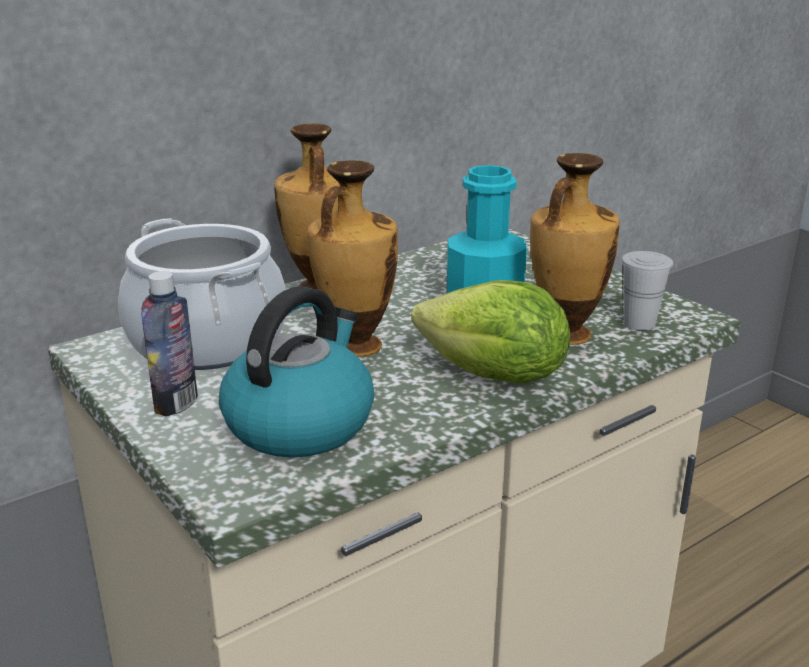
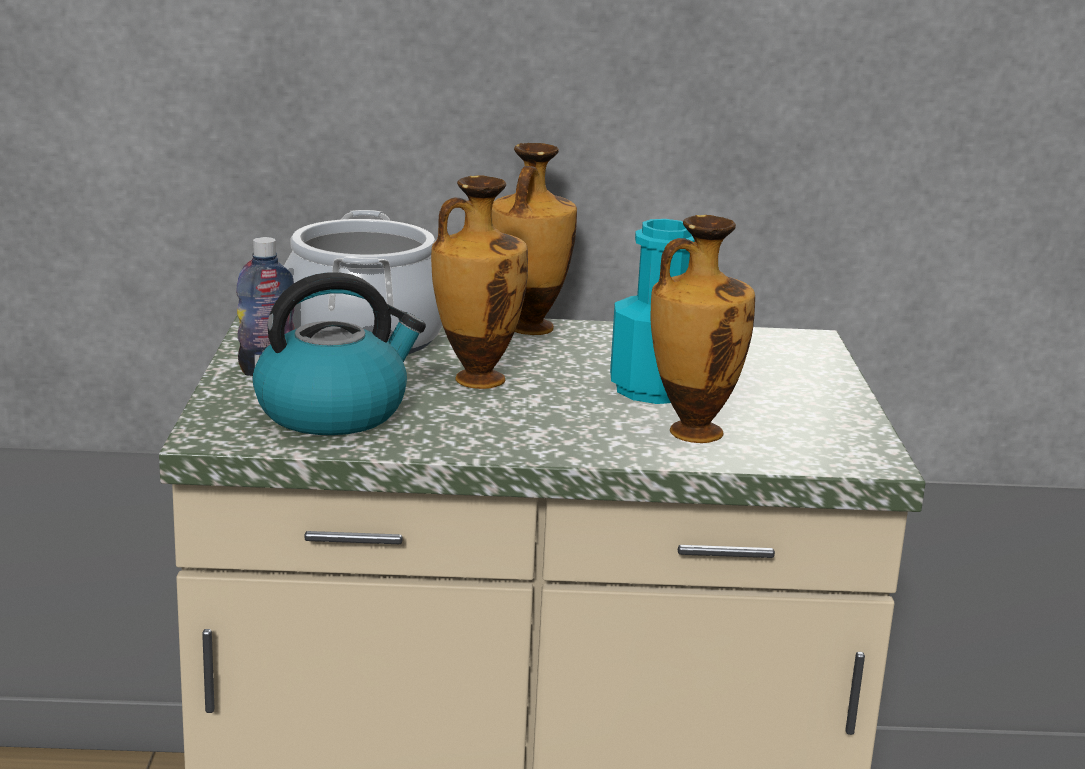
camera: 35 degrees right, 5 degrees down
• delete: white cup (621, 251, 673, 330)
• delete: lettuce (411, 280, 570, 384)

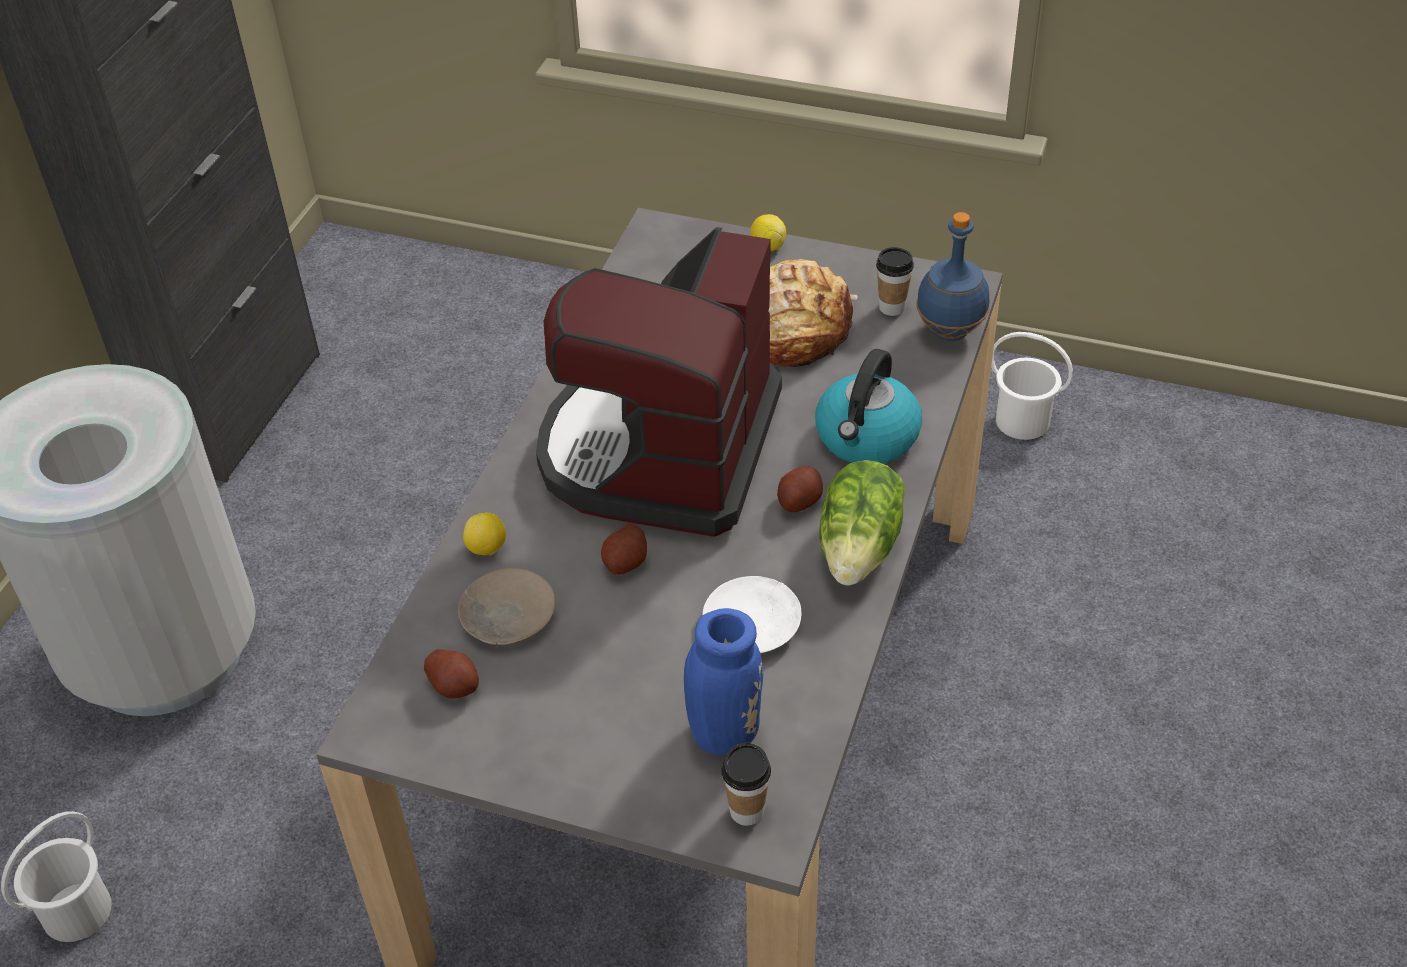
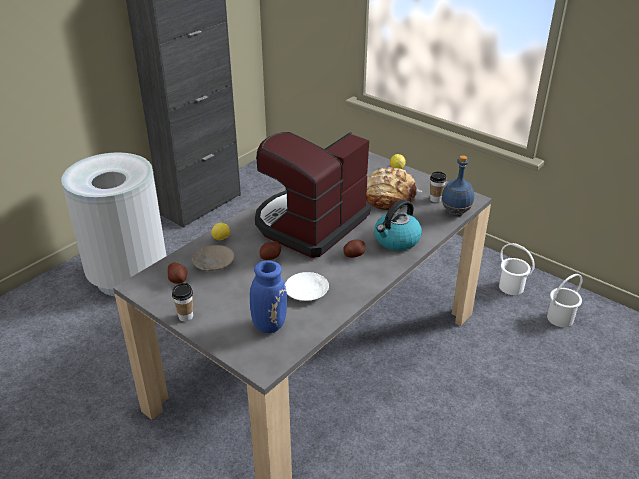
camera: 20 degrees right, 10 degrees down
• delete: lettuce (819, 460, 905, 585)
• move: cup (722, 742, 771, 826) to (172, 283, 193, 322)
• move: white bucket (1, 811, 112, 942) to (547, 274, 583, 327)

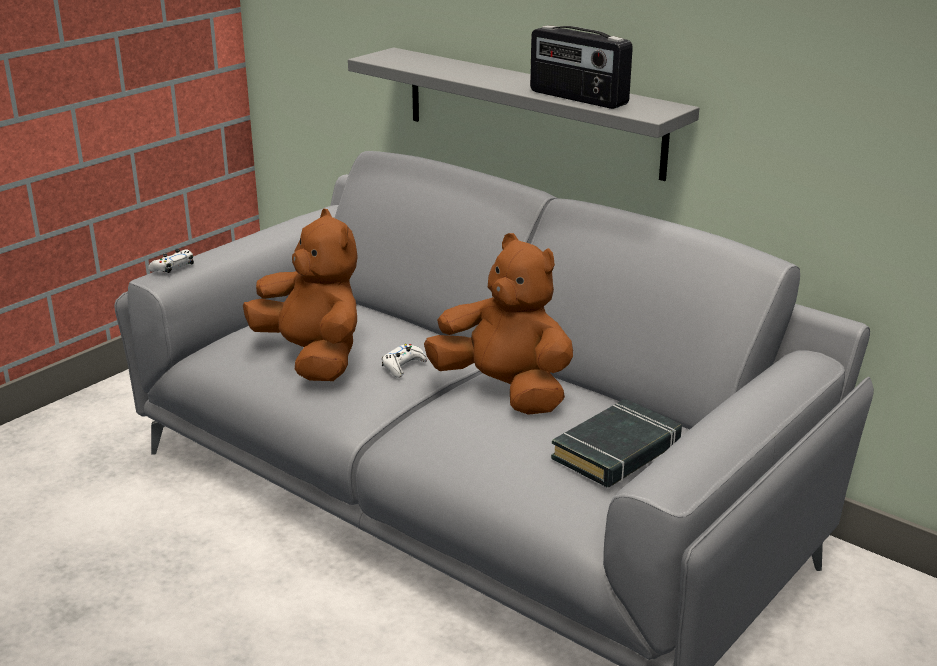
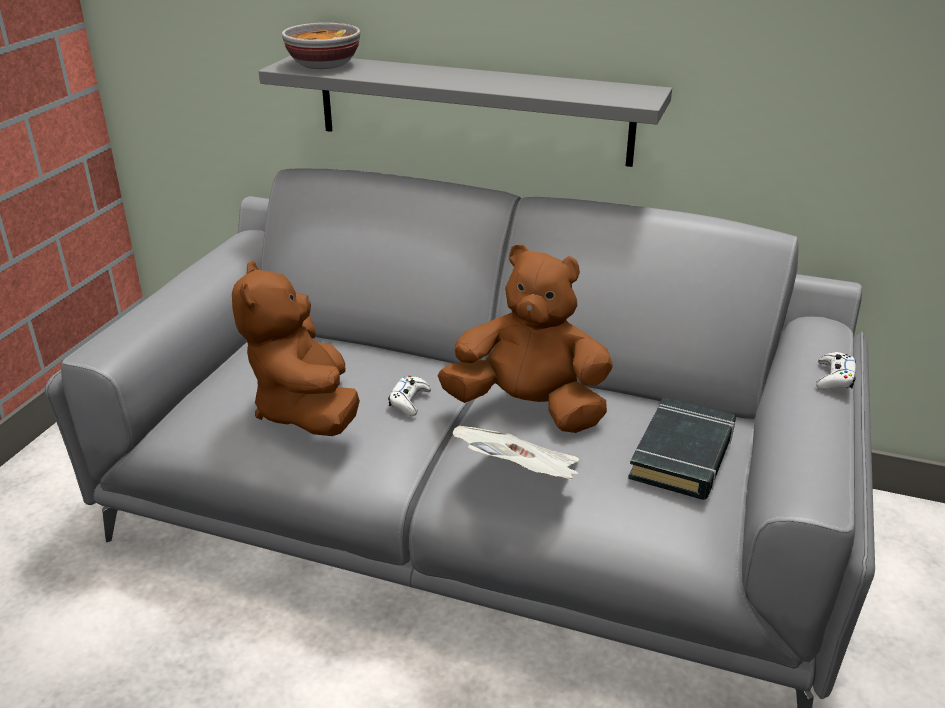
camera: 20 degrees left, 5 degrees up
• delete: radio (530, 25, 633, 109)
• rotate: brown plush toy (243, 209, 358, 381) = (232, 260, 360, 436) 135 degrees counterclockwise
• move: white game controller (148, 249, 194, 273) to (816, 352, 856, 390)
• insert: bowl (282, 23, 360, 69)
• insert: newspaper (453, 426, 579, 479)

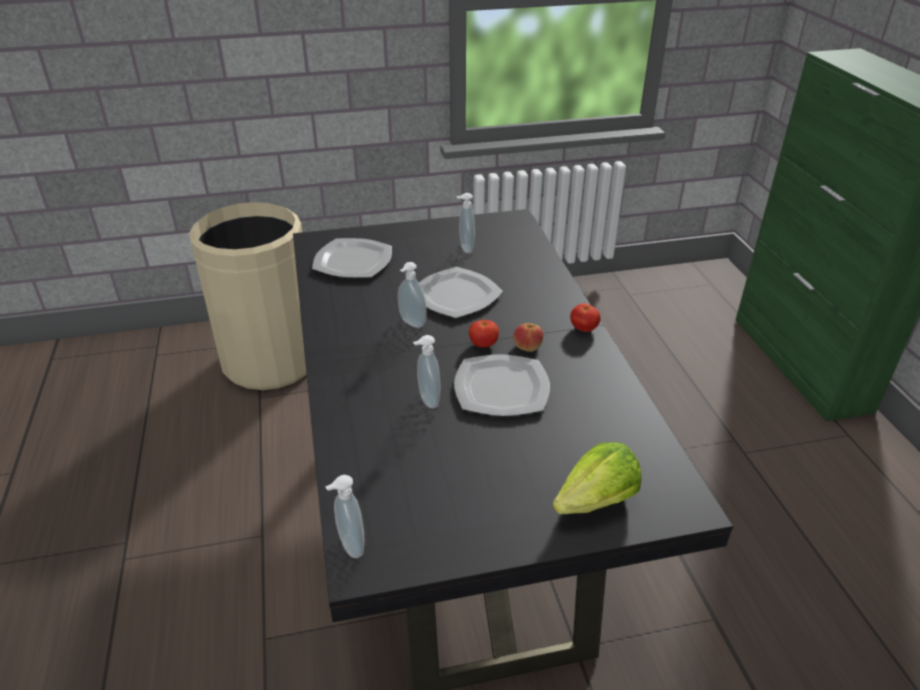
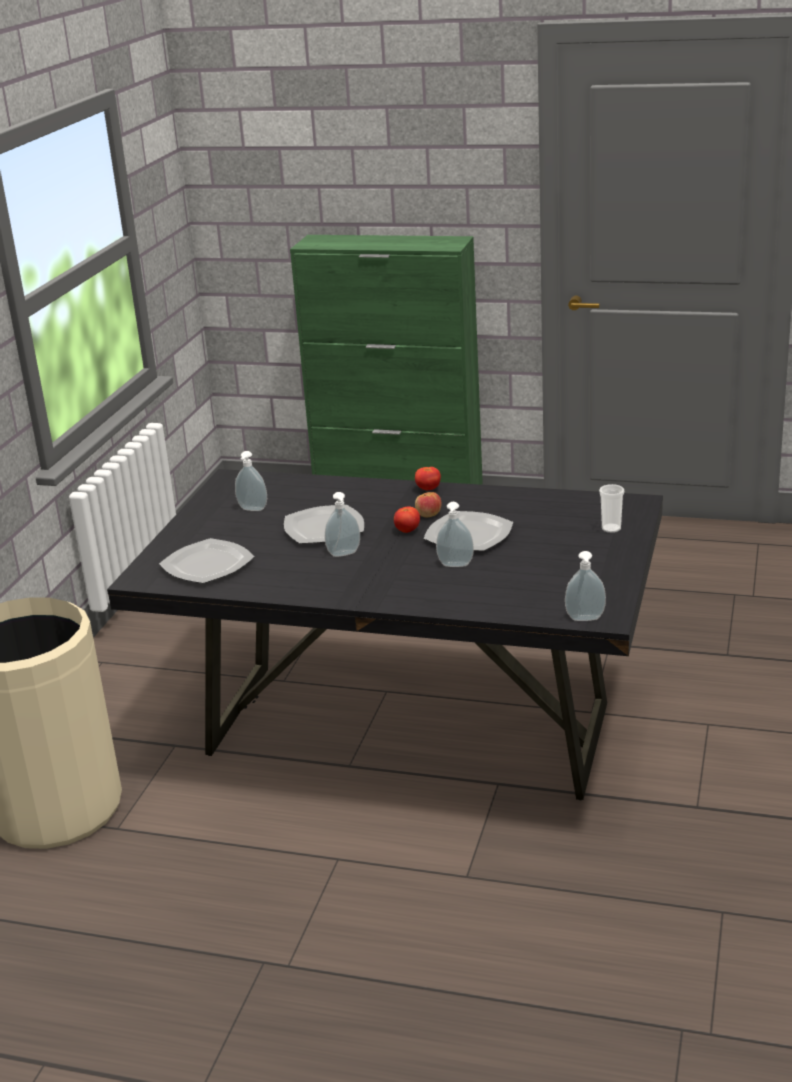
camera: 60 degrees left, 10 degrees down
• replace: lettuce (553, 442, 642, 514) to cup (599, 484, 624, 533)

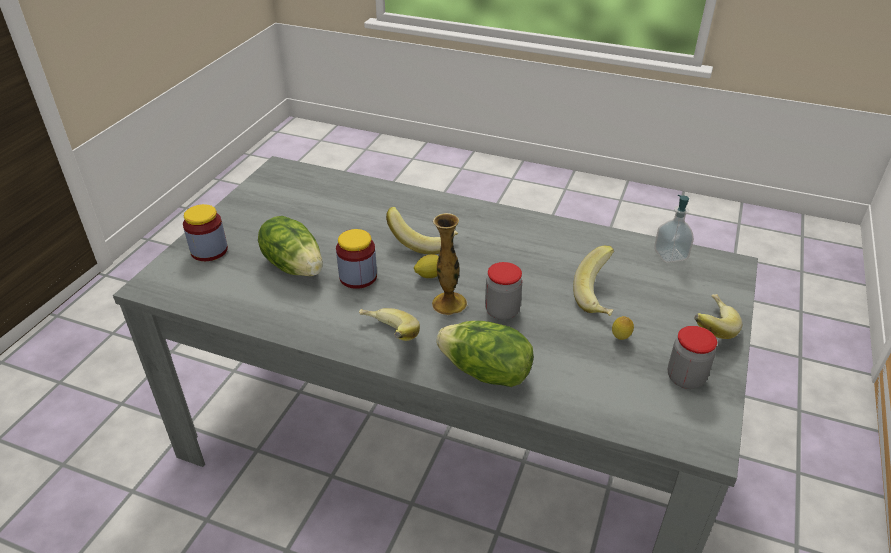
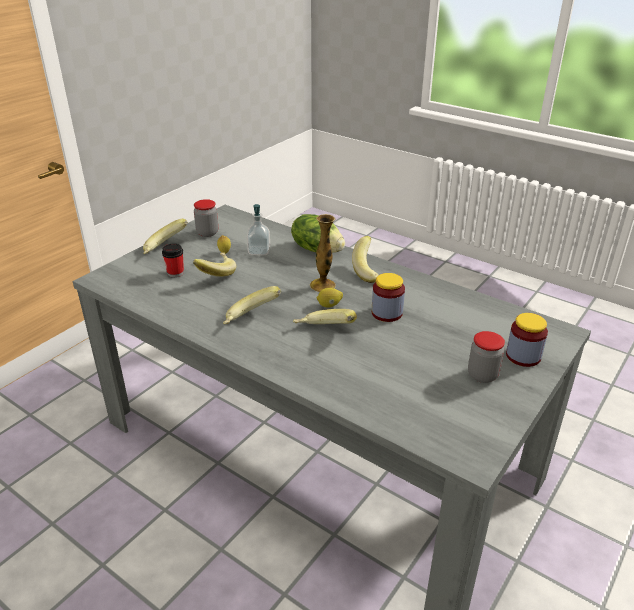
camera: 165 degrees left, 5 degrees down
• move: soap dispenser (654, 195, 694, 263) to (247, 204, 270, 255)
• delete: lettuce (258, 216, 322, 276)
• move: jar (485, 262, 522, 320) to (468, 331, 505, 383)
• insert: cup (162, 243, 184, 278)
• insert: banana (223, 286, 281, 324)

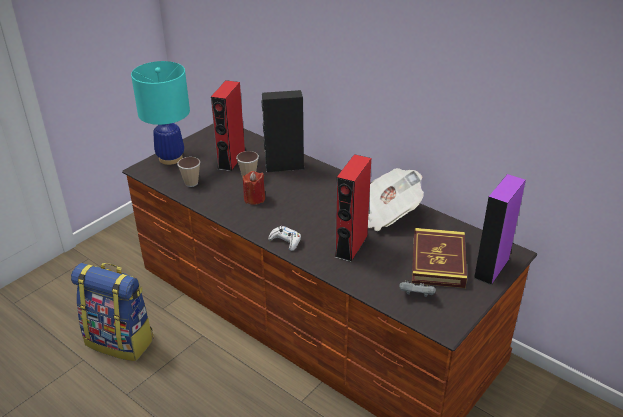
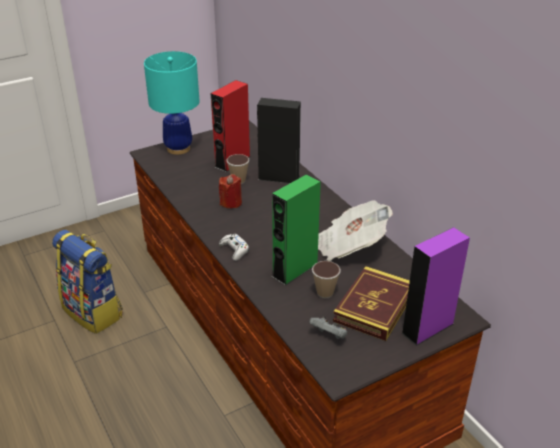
camera: 20 degrees right, 0 degrees up
• recolor: red speaker (334, 154, 371, 262) to green speaker (272, 174, 321, 286)
• move: cup (177, 157, 200, 187) to (312, 261, 341, 299)

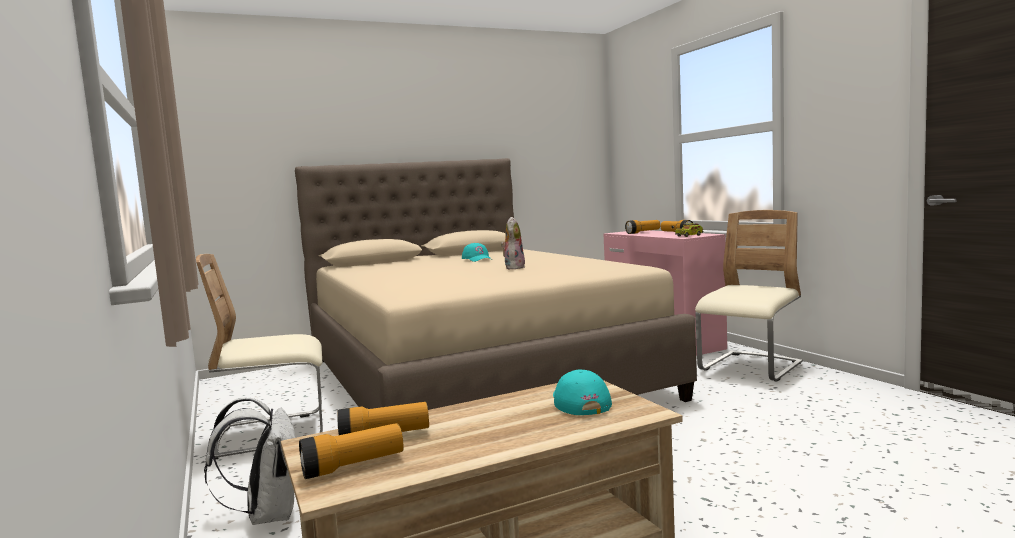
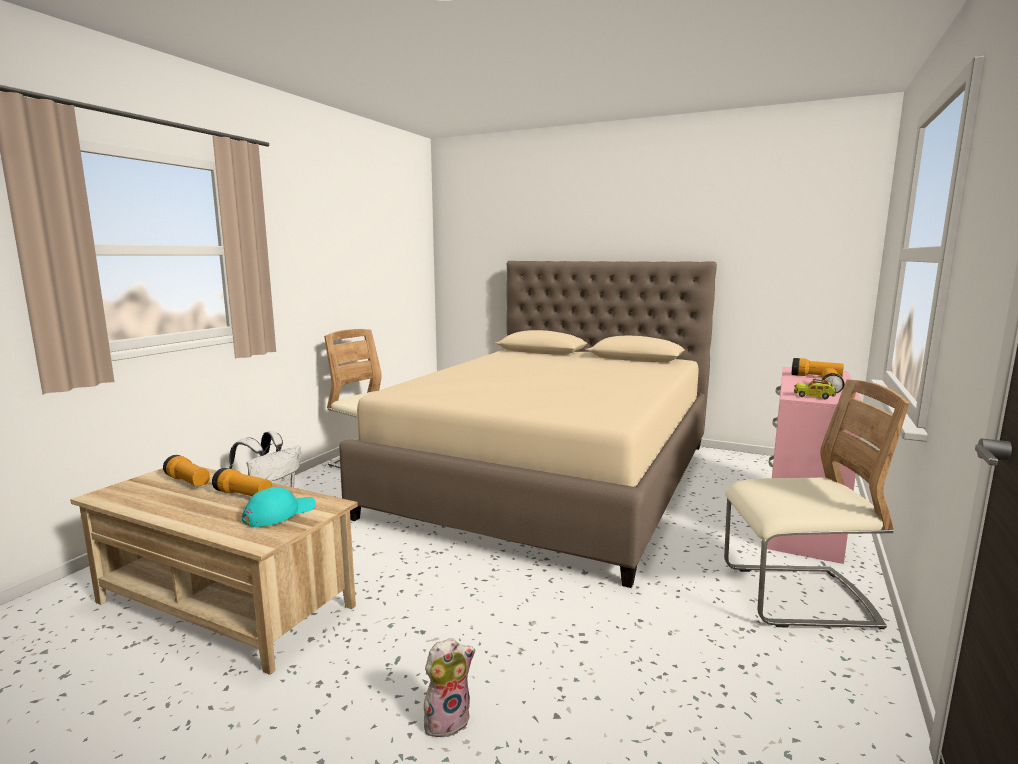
camera: 50 degrees right, 5 degrees up
• move: plush toy (501, 217, 525, 269) to (424, 638, 475, 737)
• delete: turquoise cap (462, 243, 491, 262)
• move: flashlight (299, 423, 404, 479) to (212, 468, 272, 496)

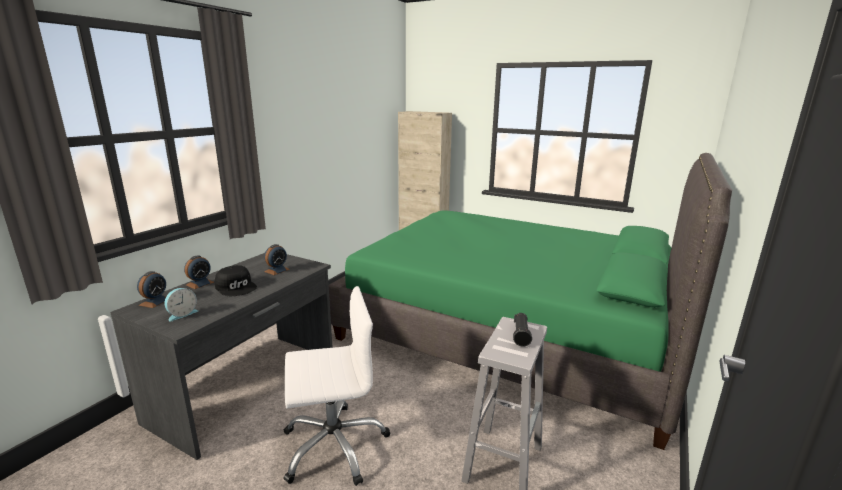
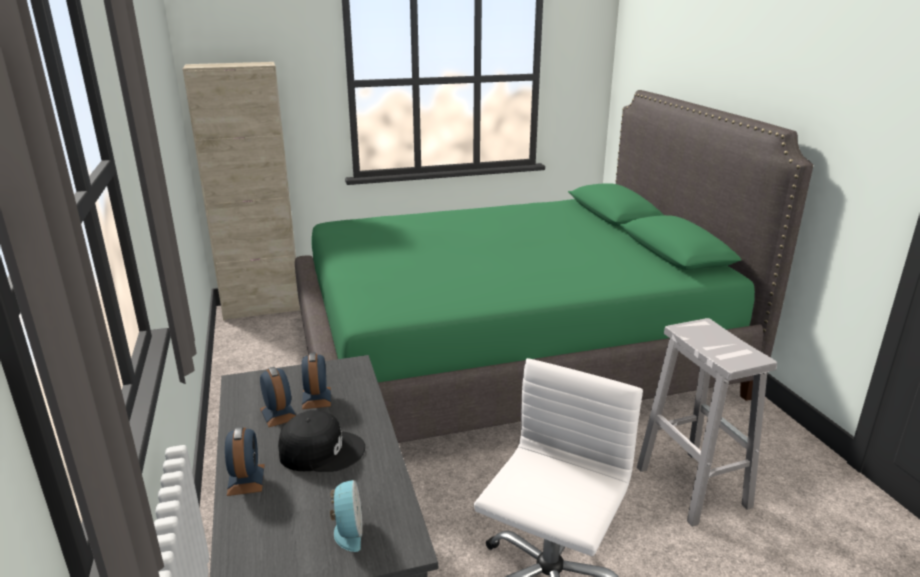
camera: 45 degrees left, 5 degrees up
• move: alarm clock (137, 271, 166, 308) to (260, 367, 296, 427)
• delete: black flashlight (513, 313, 532, 347)

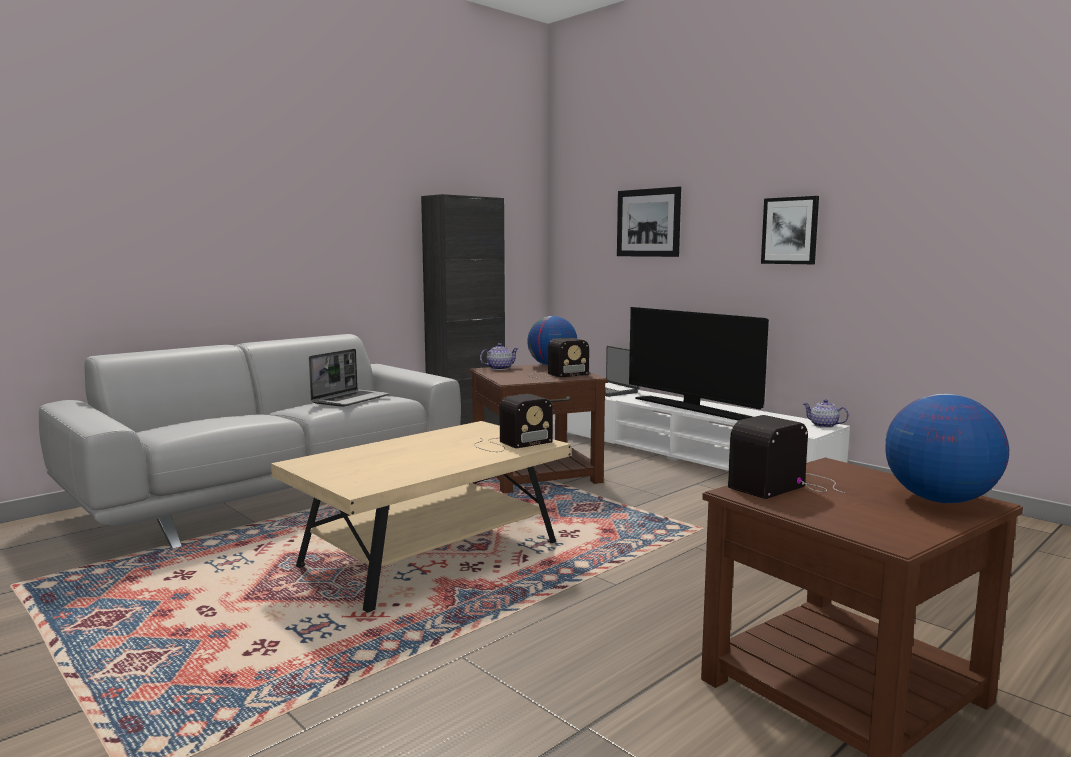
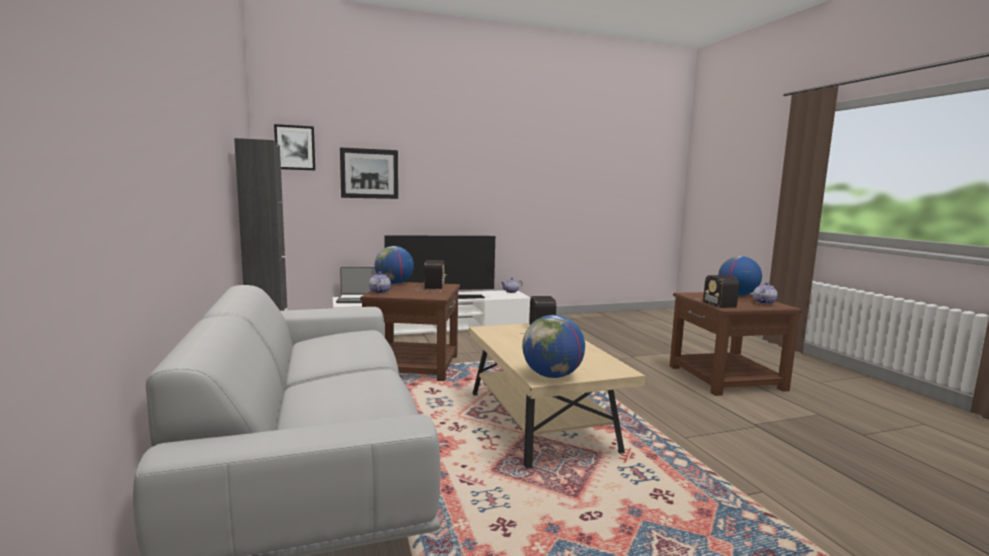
camera: 65 degrees left, 0 degrees up
• move: picture (761, 196, 819, 264) to (274, 124, 315, 170)
• delete: laptop (309, 349, 390, 407)
• insert: teapot (753, 282, 778, 304)
• insert: globe (522, 315, 585, 378)

